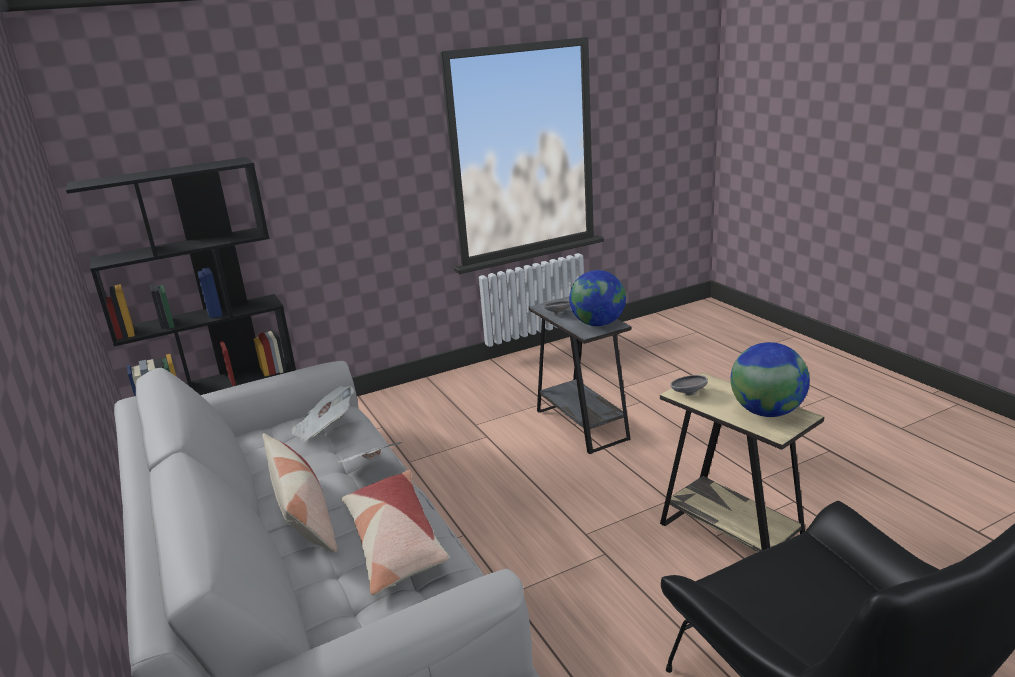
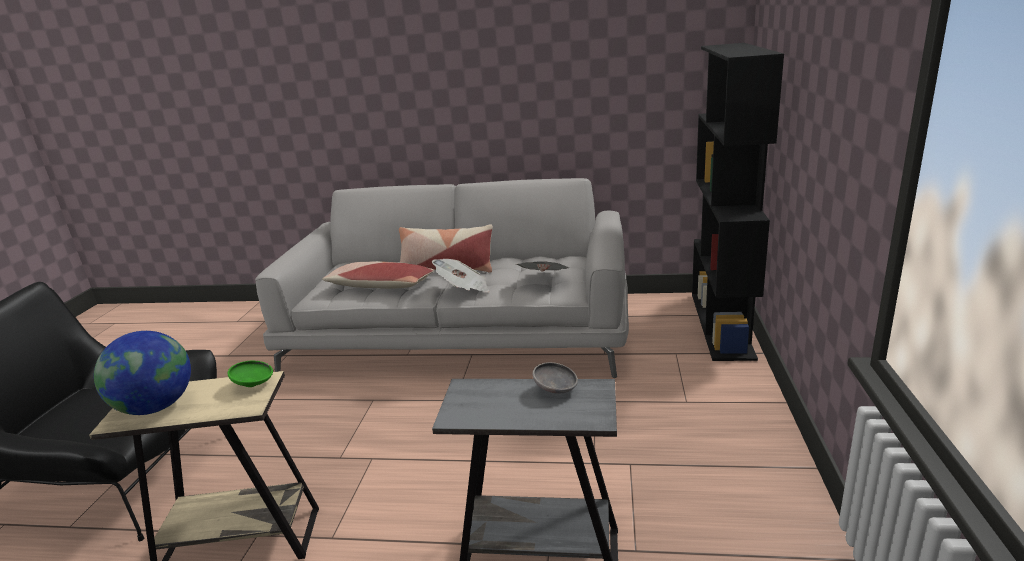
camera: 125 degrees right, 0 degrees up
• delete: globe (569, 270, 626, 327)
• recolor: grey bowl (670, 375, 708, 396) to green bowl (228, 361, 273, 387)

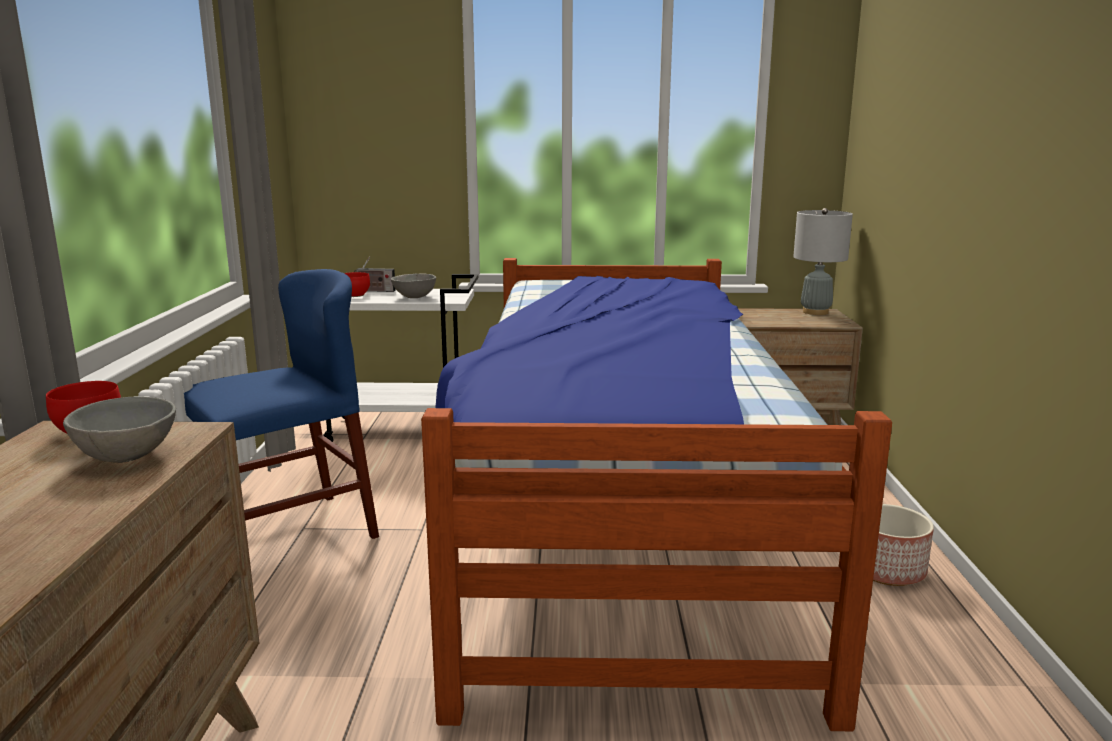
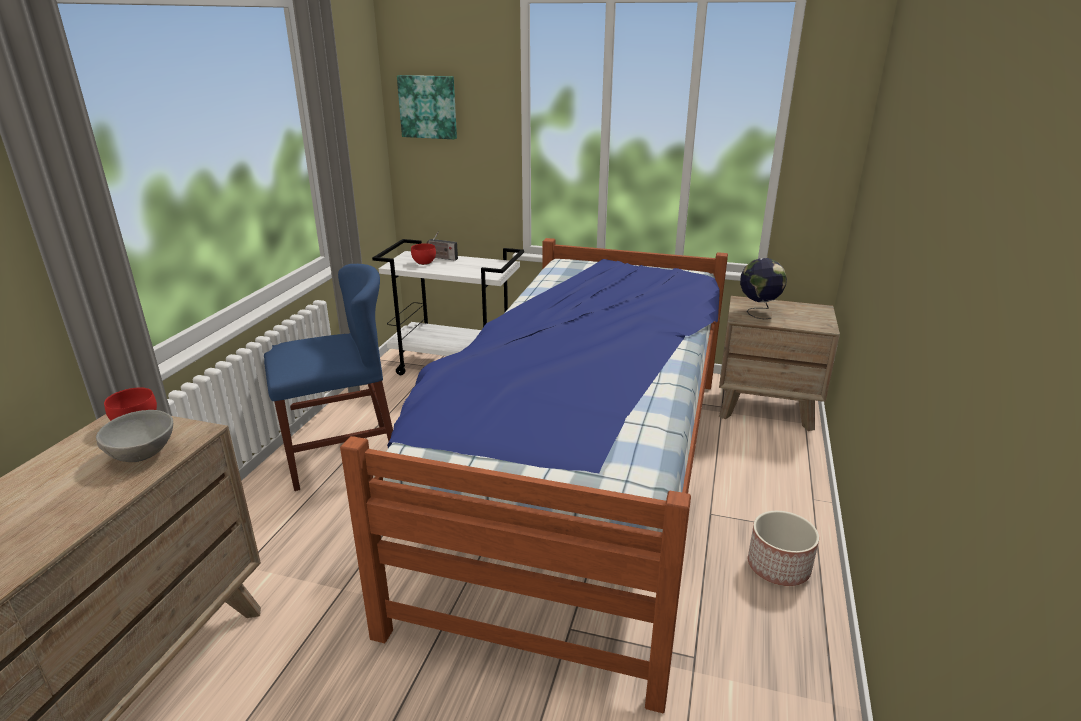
camera: 15 degrees right, 10 degrees up
• delete: grey table lamp (793, 208, 853, 315)
• delete: grey bowl (391, 273, 436, 298)
• insert: picture (397, 75, 457, 139)
• insert: globe (740, 258, 787, 319)

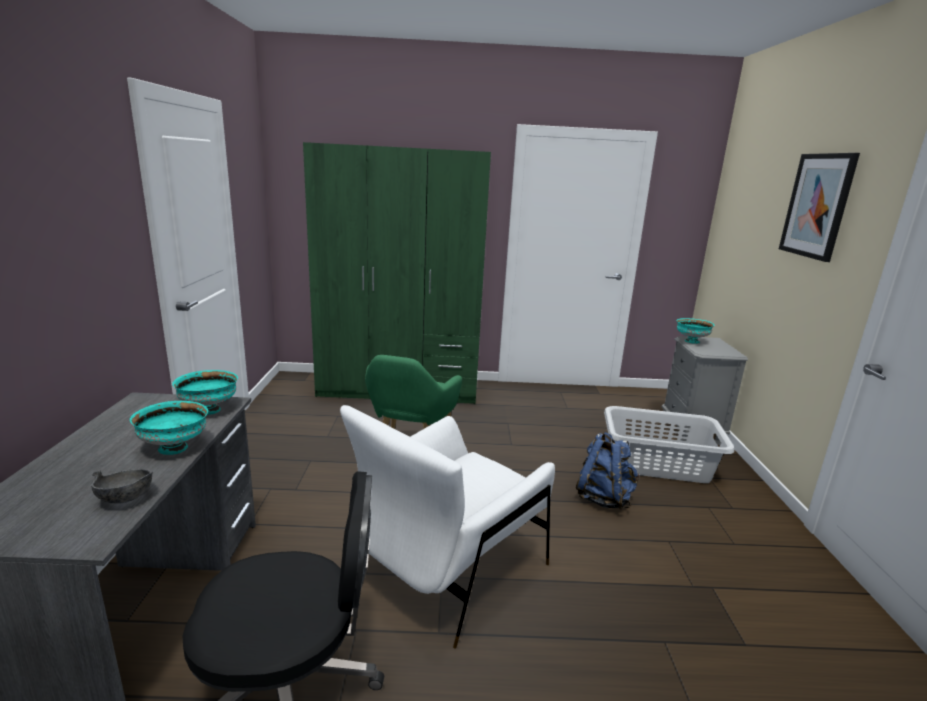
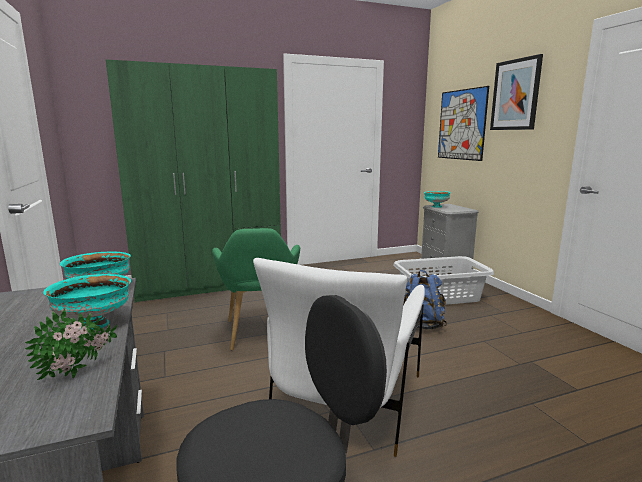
camera: 20 degrees left, 5 degrees down
• replace: grey bowl (91, 469, 153, 504) to potted plant (25, 309, 117, 380)
• insert: picture (438, 86, 489, 161)

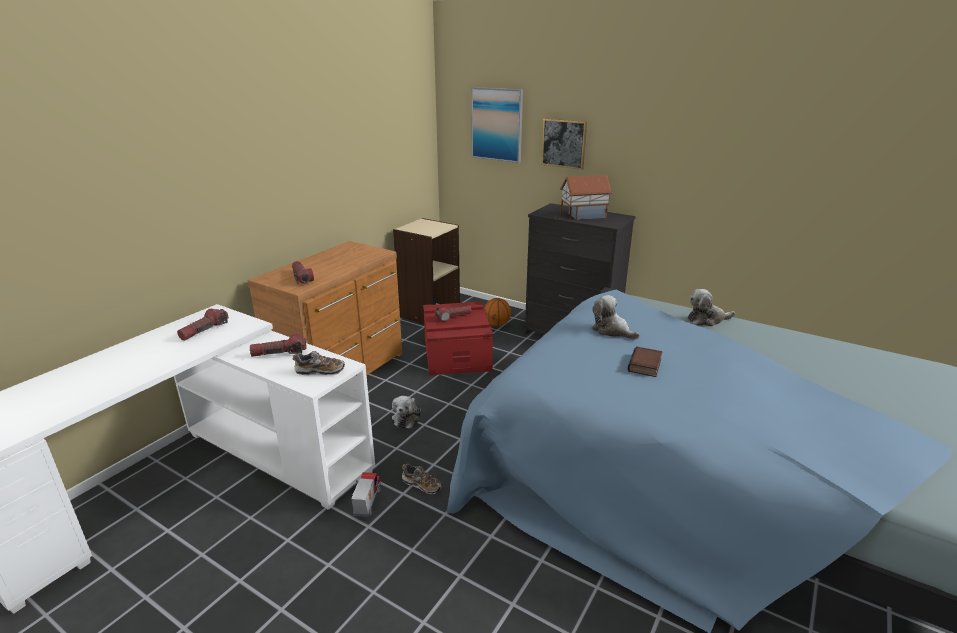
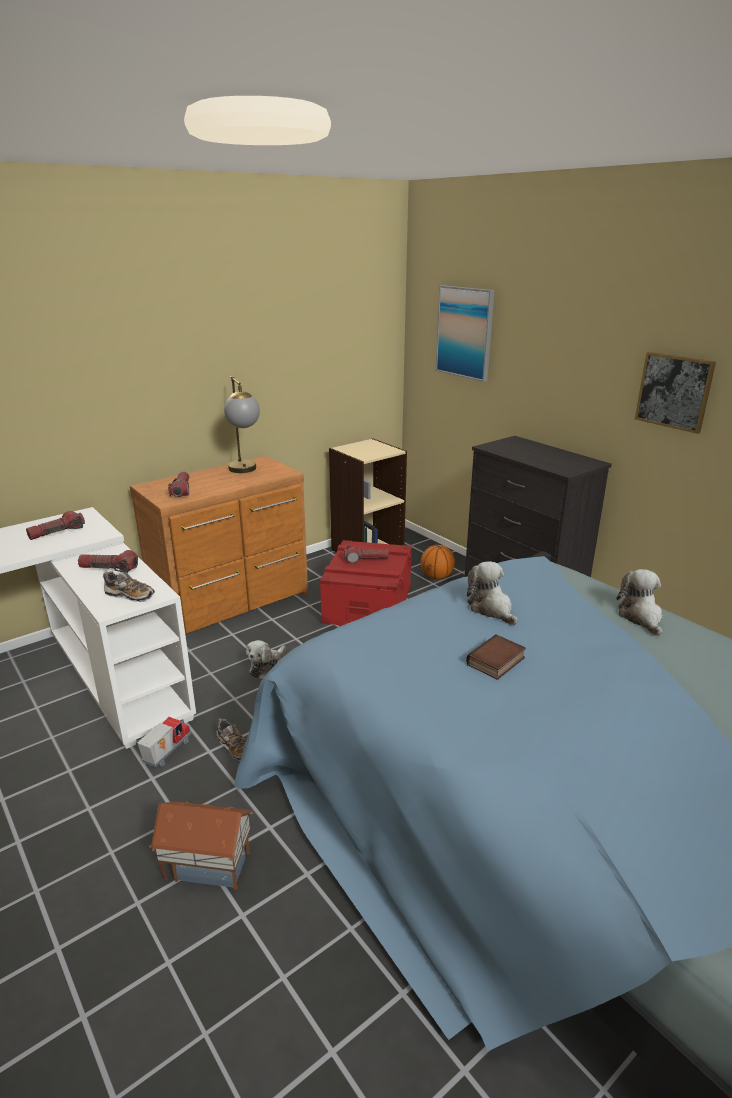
camera: 20 degrees right, 0 degrees up
• move: picture (541, 118, 587, 170) to (635, 352, 716, 434)
• move: toy house (560, 175, 612, 220) to (149, 801, 253, 890)
• rotate: plush toy (688, 289, 735, 327) = (617, 569, 663, 636) 75 degrees clockwise
• insert: table lamp (224, 376, 260, 473)

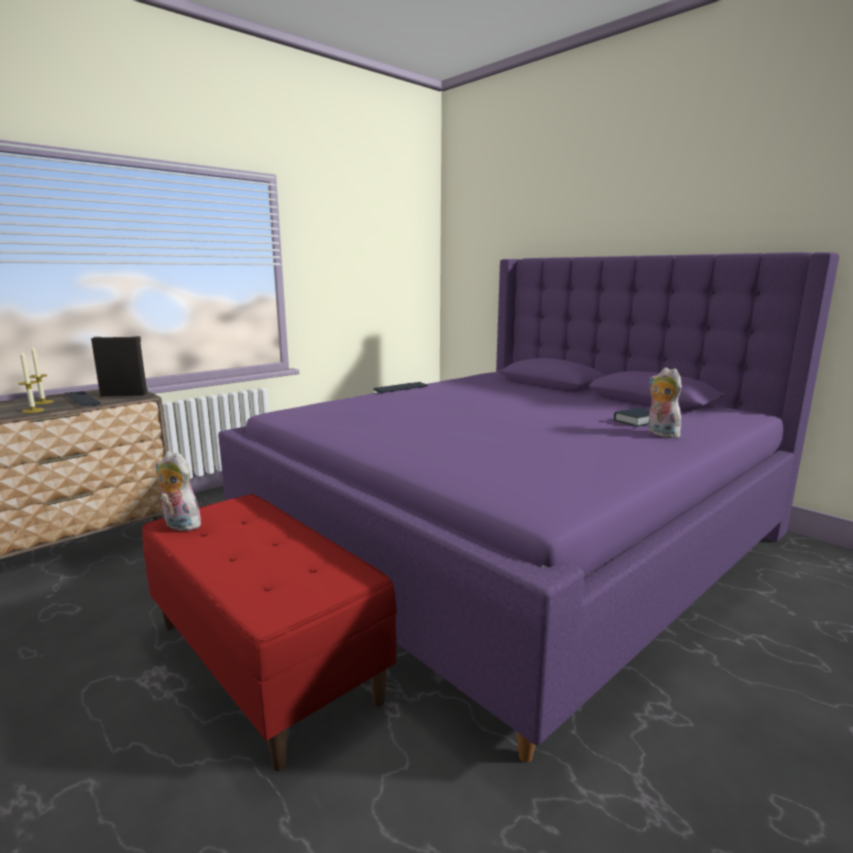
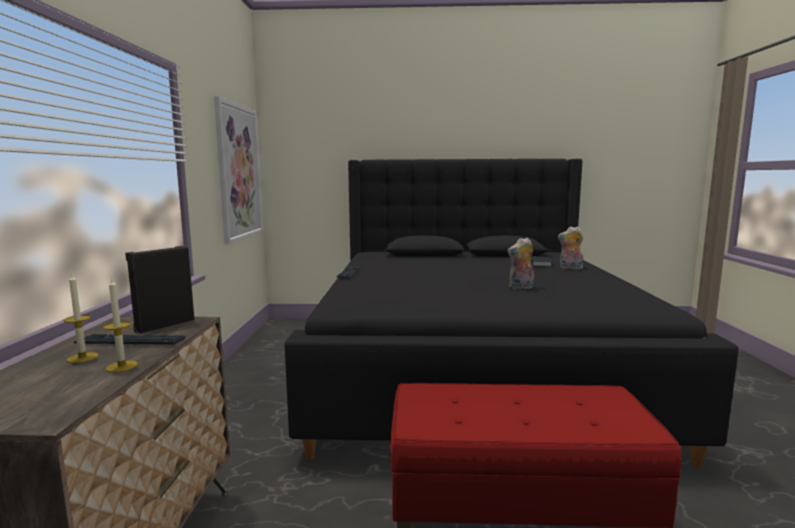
camera: 45 degrees left, 5 degrees down
• recolor: purple bed (218, 252, 839, 762) to black bed (284, 159, 739, 468)
• move: plush toy (156, 451, 204, 531) to (507, 237, 534, 290)
• insert: picture (214, 96, 263, 244)

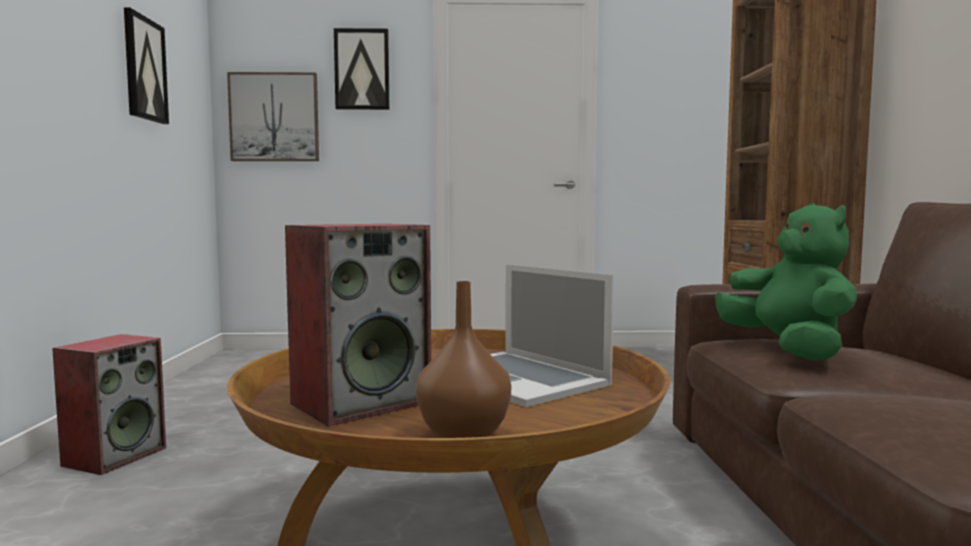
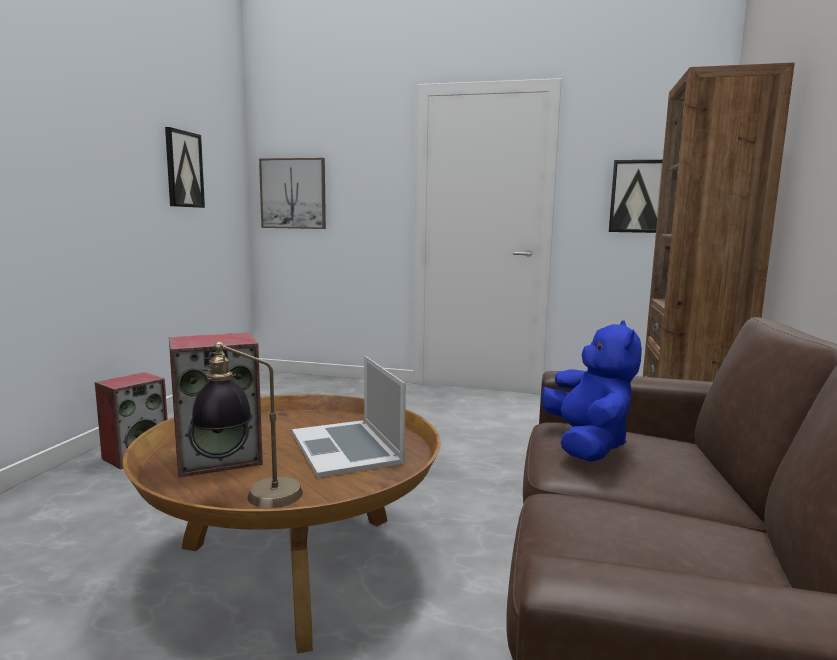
camera: 15 degrees right, 5 degrees up
• move: picture (334, 28, 390, 110) to (608, 160, 663, 233)
• recolor: green plush toy (715, 203, 857, 360) to blue plush toy (542, 320, 642, 462)
• replace: brown vase (416, 281, 511, 438) to table lamp (191, 342, 303, 508)

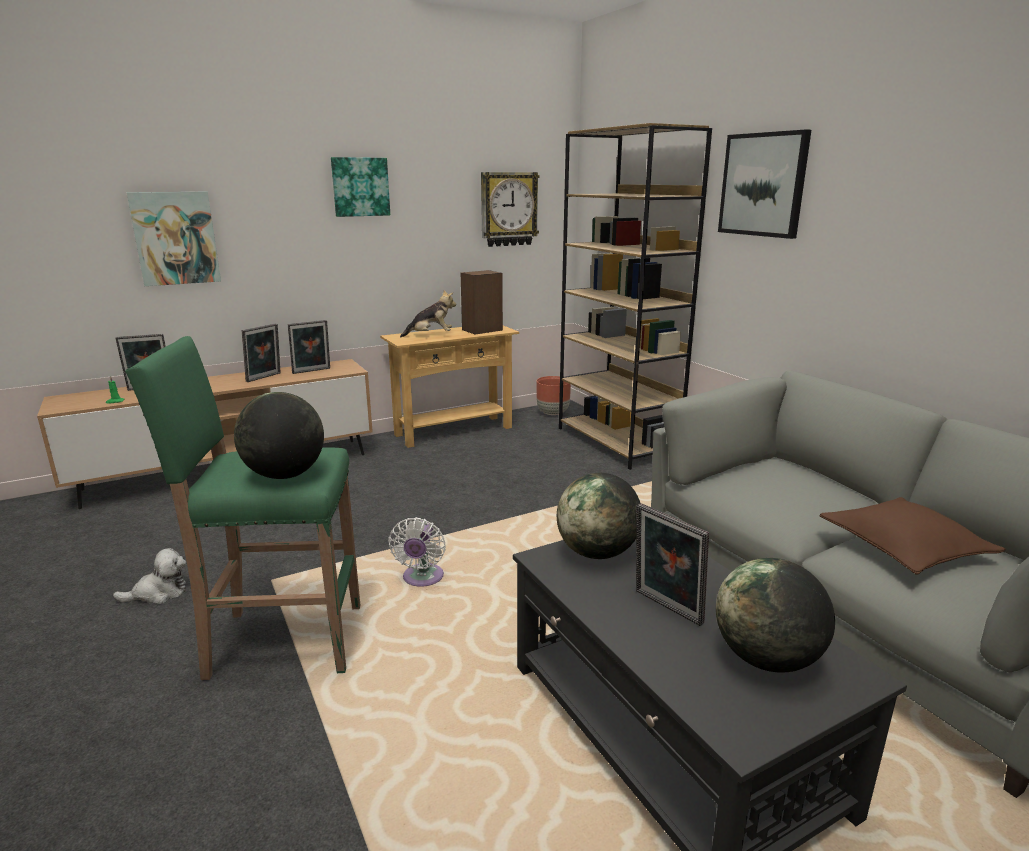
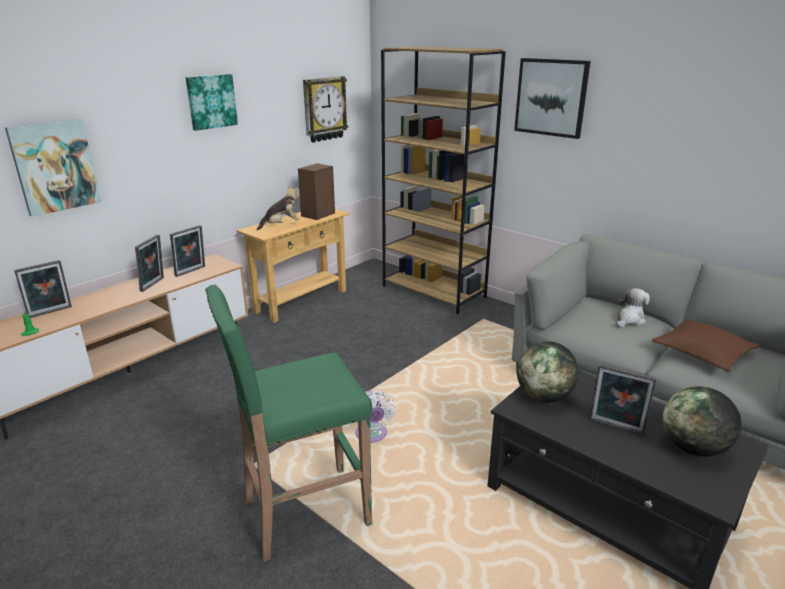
camera: 20 degrees left, 5 degrees up
• delete: brown planter (536, 376, 571, 415)
• delete: globe (234, 392, 324, 479)
• move: plush toy (113, 548, 186, 604) to (617, 288, 650, 328)

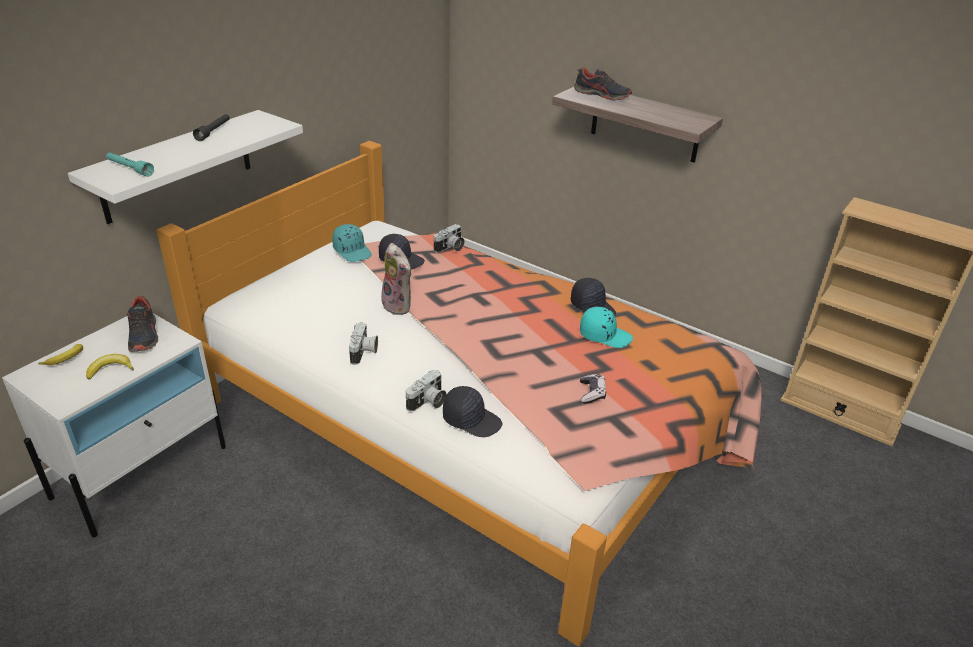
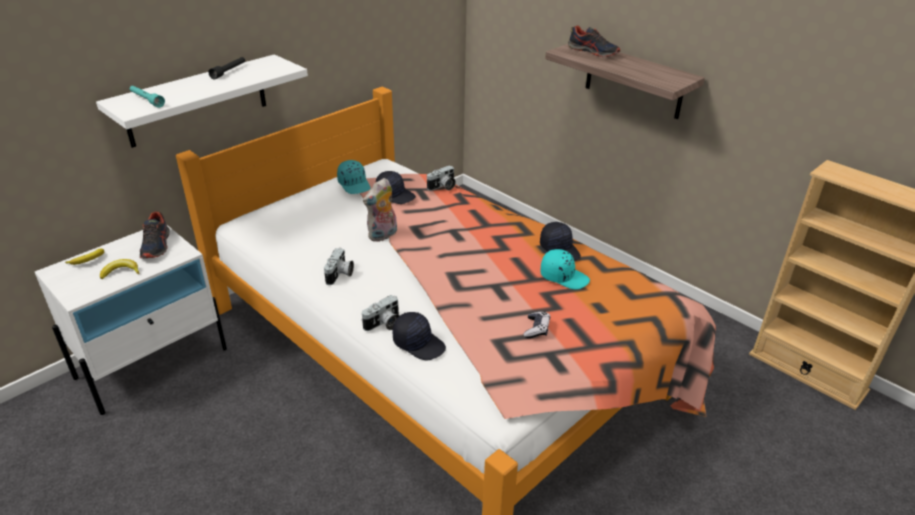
camera: 10 degrees right, 0 degrees up
• rotate: plush toy (379, 243, 411, 315) = (363, 178, 397, 242) 75 degrees clockwise

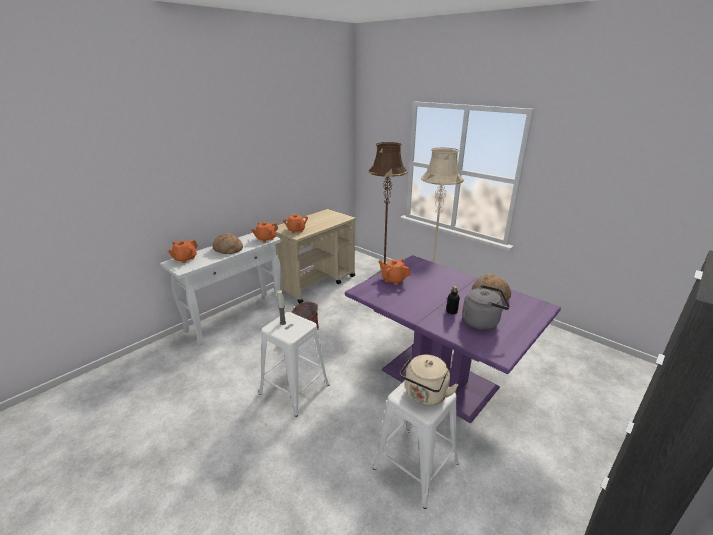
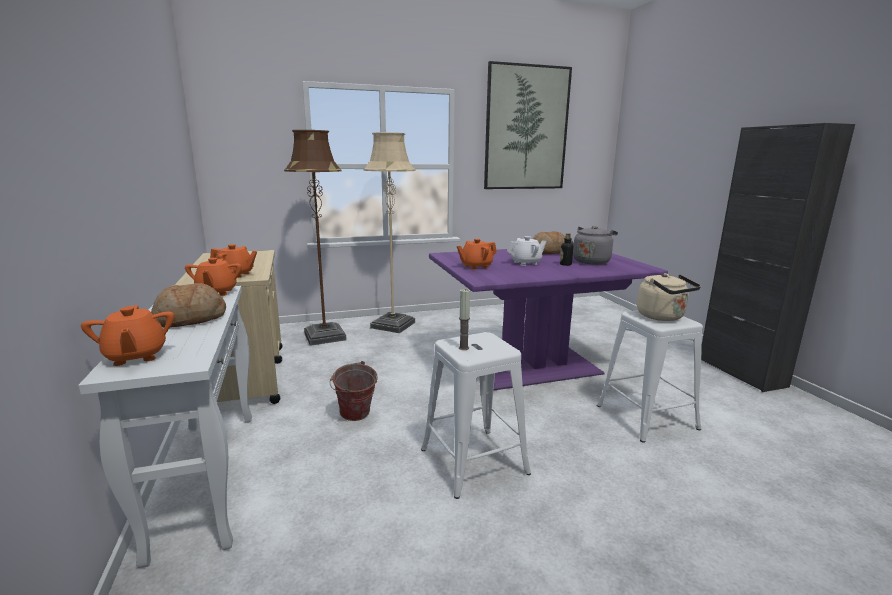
camera: 60 degrees left, 10 degrees down
• insert: picture (484, 61, 572, 189)
• insert: white teapot (507, 236, 546, 266)

